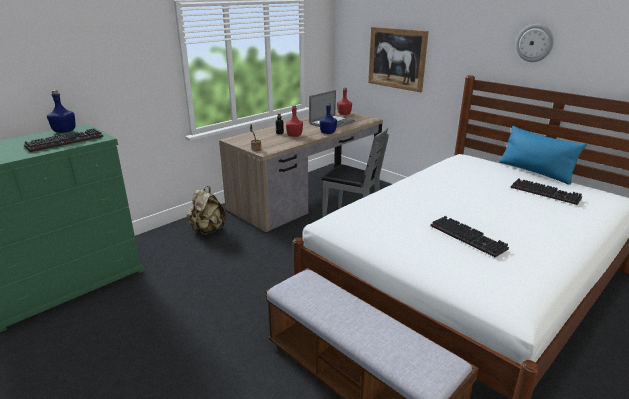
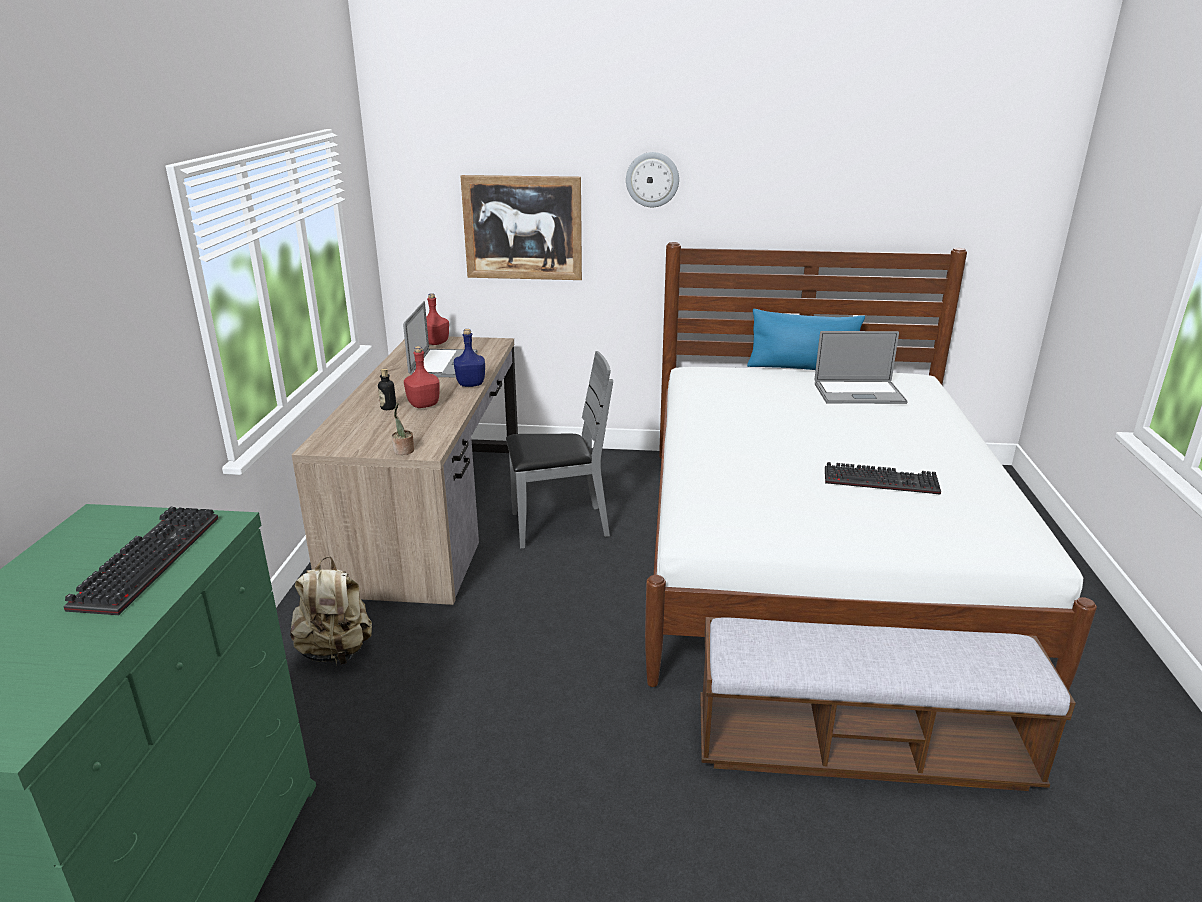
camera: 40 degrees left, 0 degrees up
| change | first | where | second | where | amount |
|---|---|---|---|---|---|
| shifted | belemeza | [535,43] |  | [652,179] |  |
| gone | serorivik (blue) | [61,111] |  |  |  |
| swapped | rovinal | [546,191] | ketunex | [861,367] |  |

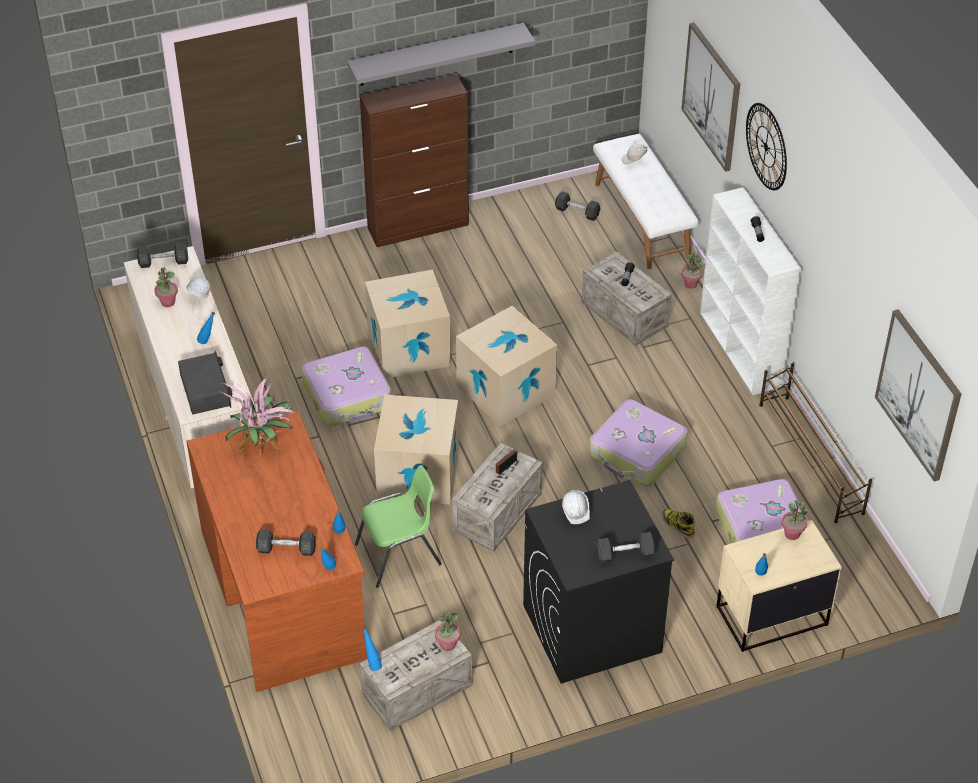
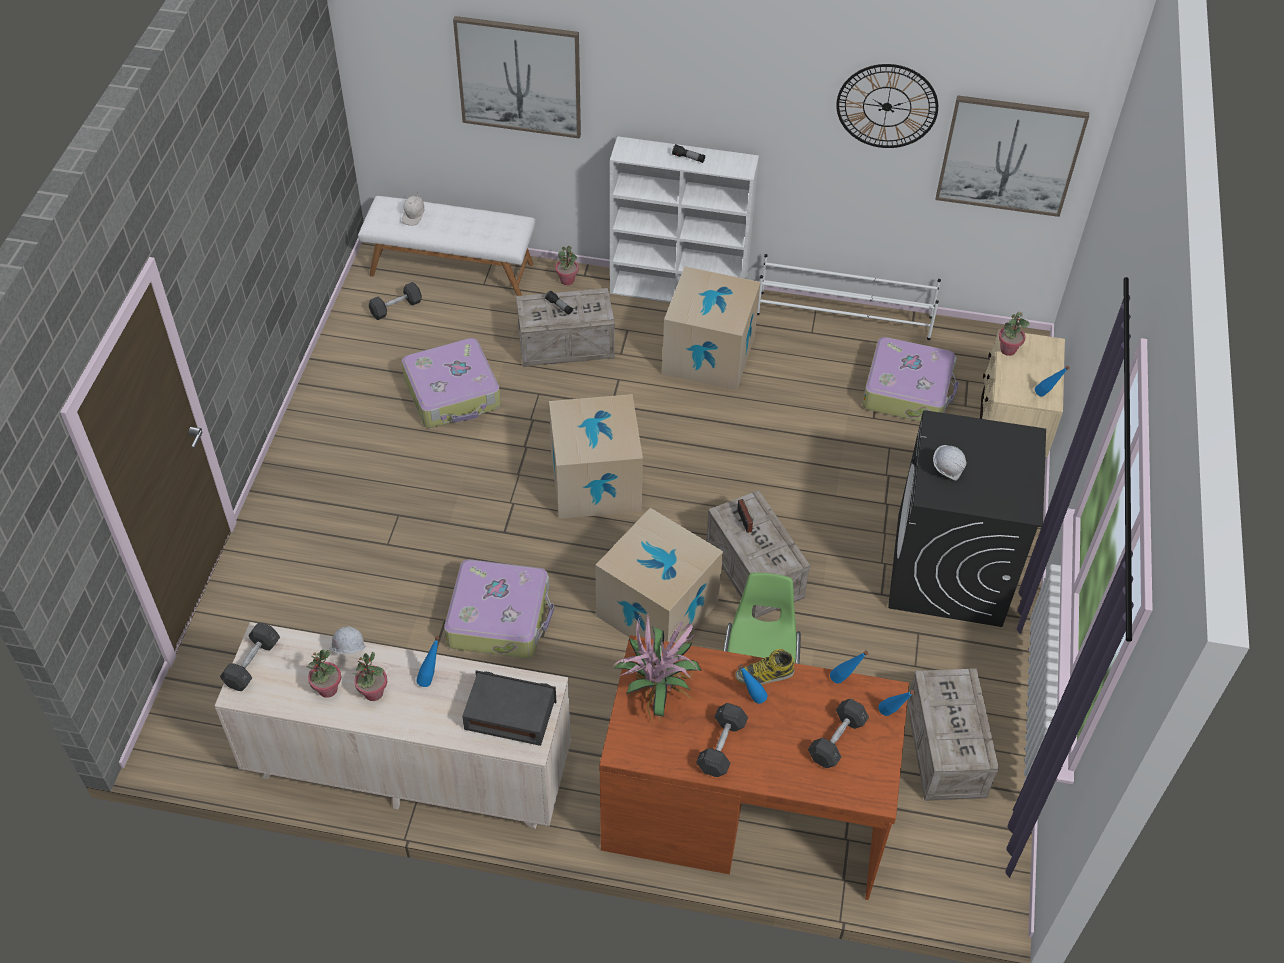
camera: 60 degrees left, 5 degrees up
| change | first | where | second | where | amount |
|---|---|---|---|---|---|
| gone | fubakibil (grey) | [441,54] |  |  |  |
| gone | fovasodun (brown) | [414,160] |  |  |  |
| shifted | belemeza | [766,146] |  | [887,106] |  |
| shifted | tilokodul | [408,323] |  | [711,328] |  |
| repainted | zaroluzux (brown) | [815,443] | zaroluzux (white) | [849,297] |  |
| shifted | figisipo | [638,443] |  | [451,383] |  |
| shifted | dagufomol | [678,523] |  | [764,667] |  |
| shifted | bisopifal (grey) | [625,547] |  | [722,740] |  |
| shifted | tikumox | [448,631] |  | [369,676] |  |
| shifted | serorivik (blue) | [372,648] |  | [752,684] |  |

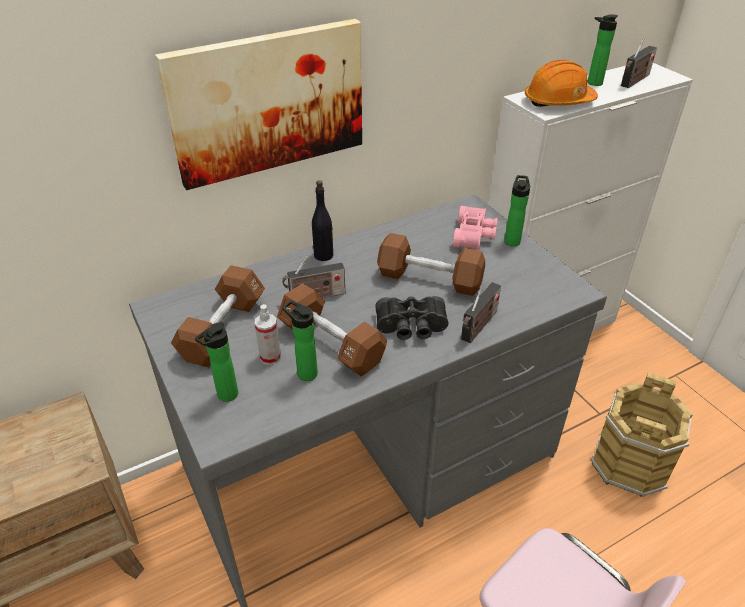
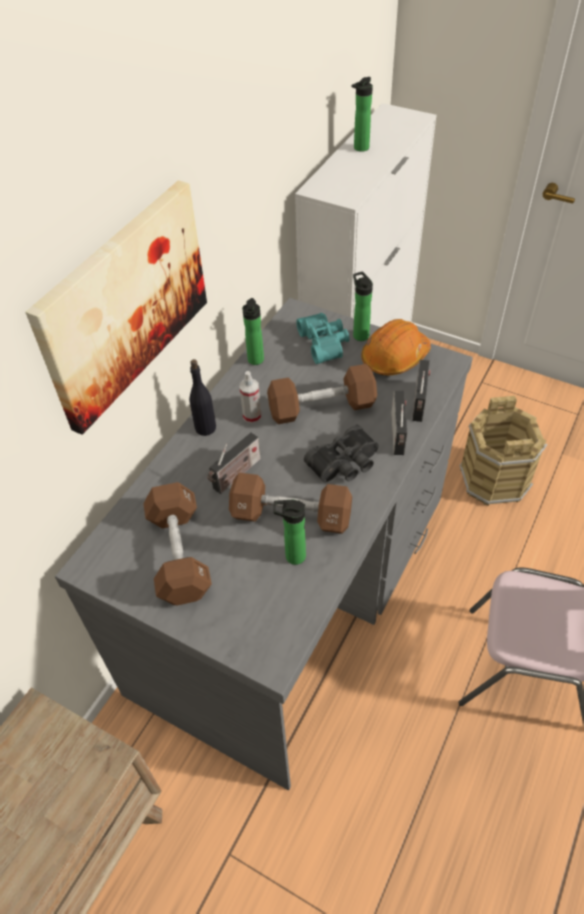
camera: 30 degrees left, 10 degrees up
| change | first | where | second | where | amount |
|---|---|---|---|---|---|
| shifted | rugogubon | [639,63] |  | [421,391] |  |
| shifted | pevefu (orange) | [561,83] |  | [396,347] |  |
| repainted | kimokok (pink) | [475,228] | kimokok (turquoise) | [322,338] |  |
| shifted | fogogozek | [268,334] |  | [250,397] |  |
| shifted | serorivik | [216,362] |  | [253,331] |  |

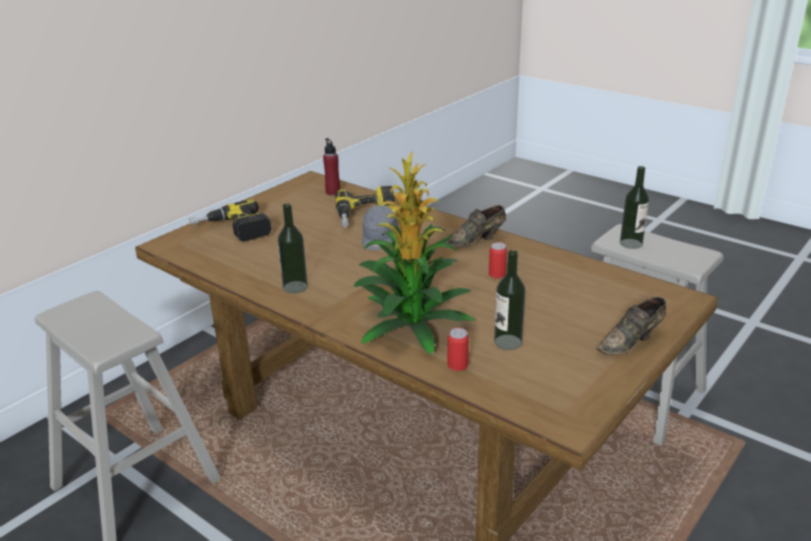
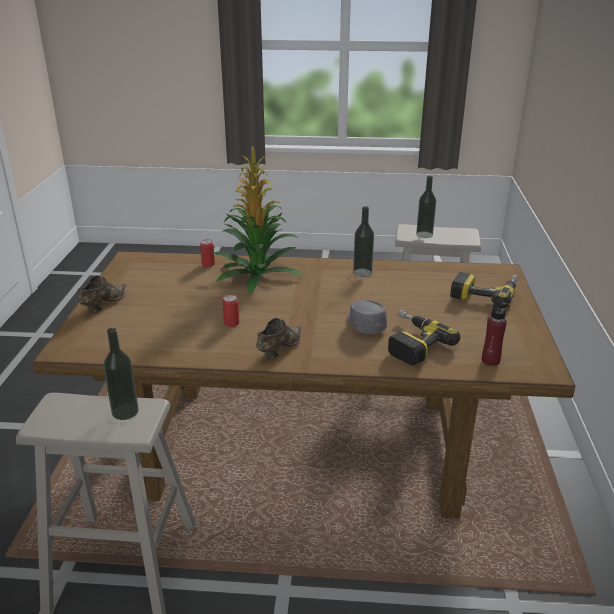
camera: 145 degrees right, 0 degrees up
| change | first | where | second | where | amount |
|---|---|---|---|---|---|
| shifted | serorivik | [510,300] |  | [426,207] |  |

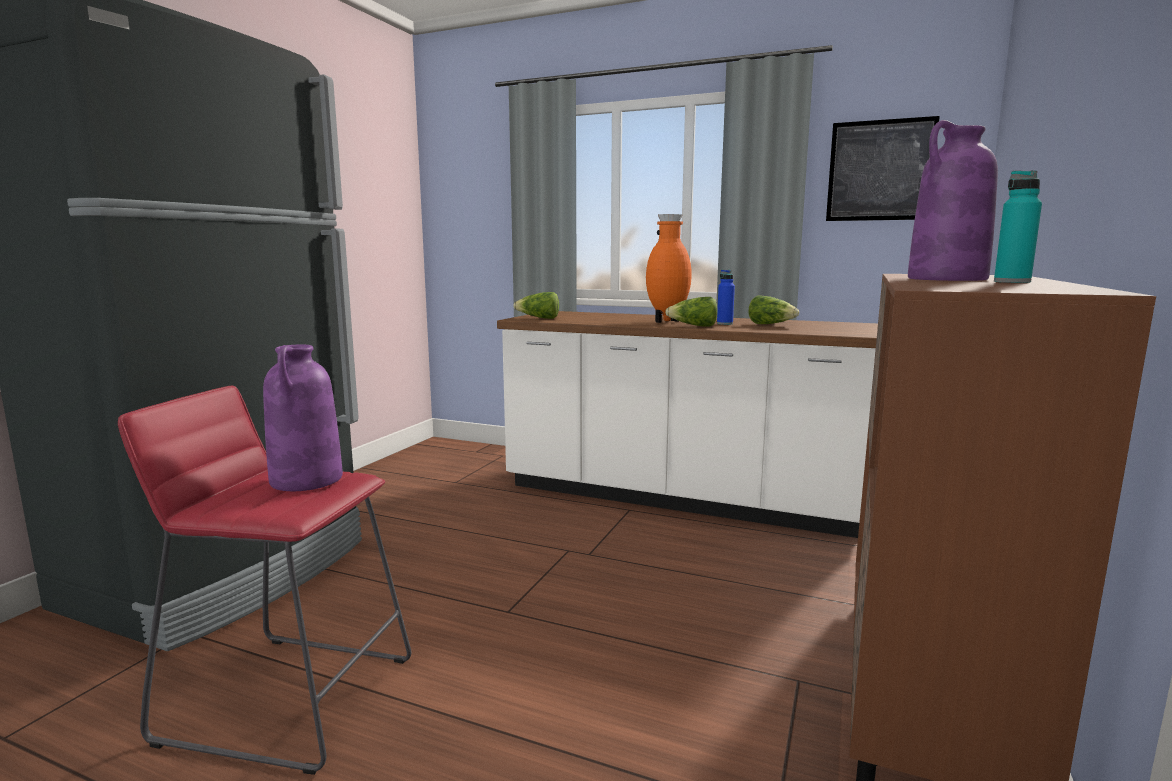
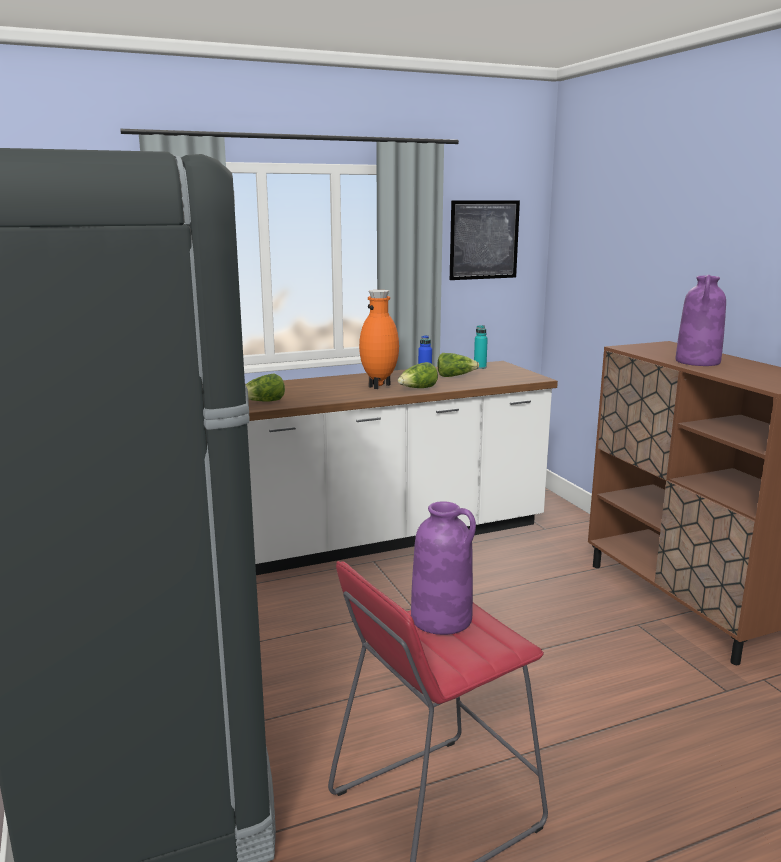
camera: 45 degrees left, 5 degrees up
| change | first | where | second | where | amount |
|---|---|---|---|---|---|
| shifted | serorivik (turquoise) | [1018,226] |  | [481,347] |  |

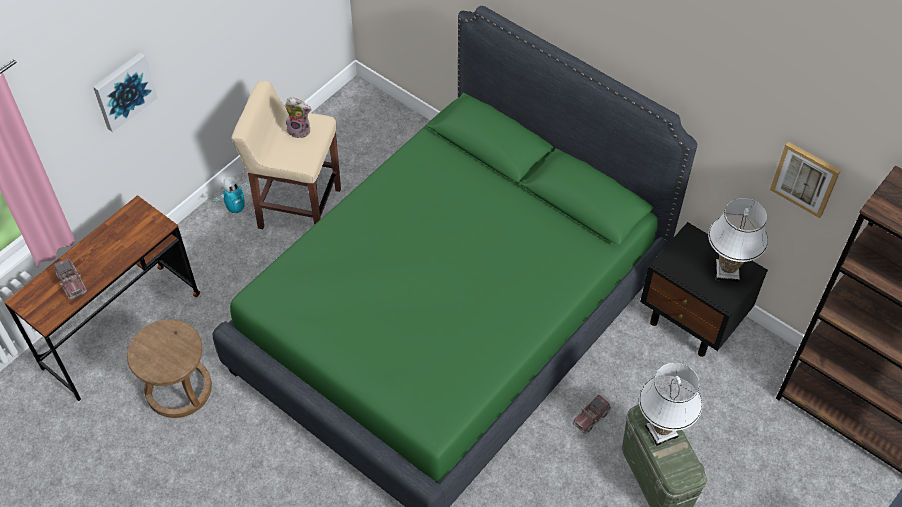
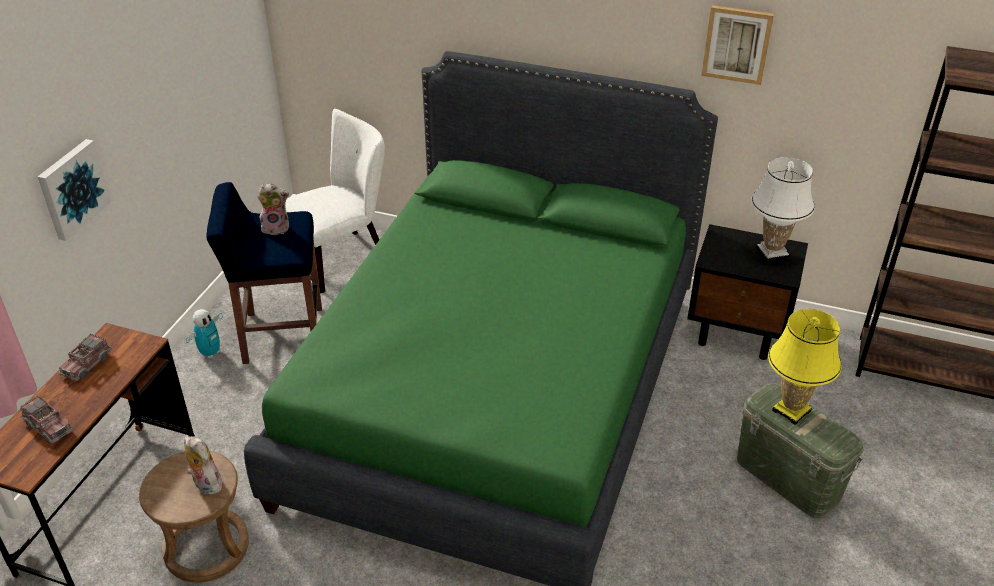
camera: 20 degrees left, 15 degrees down
| change | first | where | second | where | amount |
|---|---|---|---|---|---|
| repainted | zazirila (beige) | [286,155] | zazirila (blue) | [264,273] |  |
| shifted | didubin | [805,180] |  | [737,45] |  |
| repainted | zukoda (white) | [670,404] | zukoda (yellow) | [805,367] |  |
| shifted | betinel | [592,414] |  | [85,357] |  |
| new |  |  | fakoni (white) | [335,201] |  |
| new |  |  | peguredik | [203,465] |  |

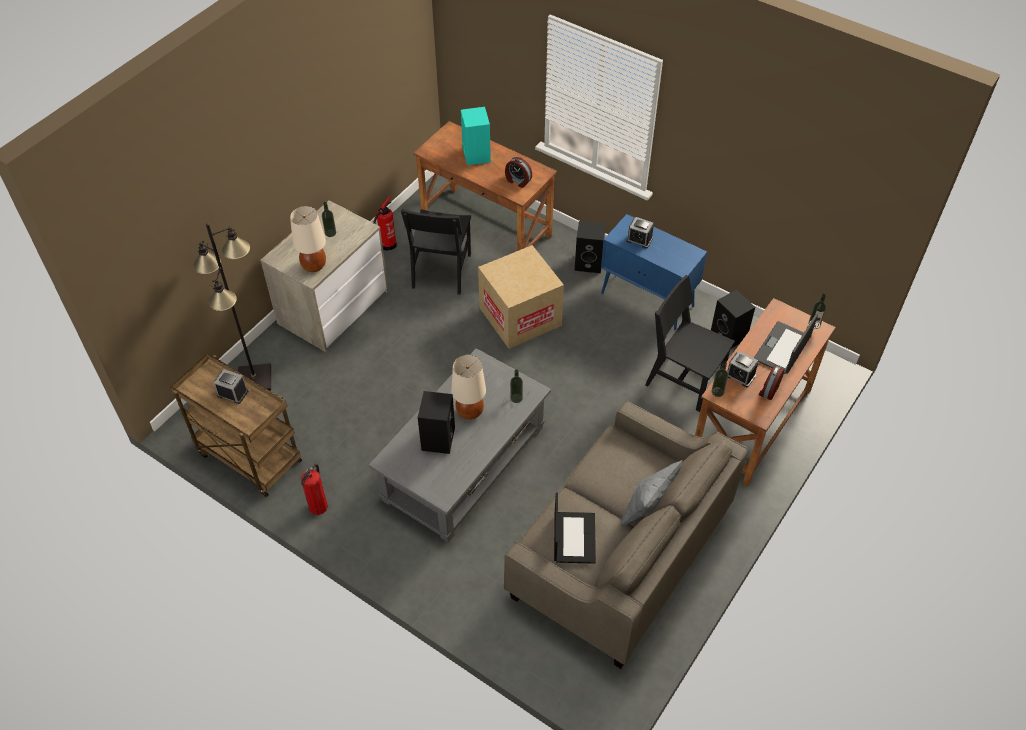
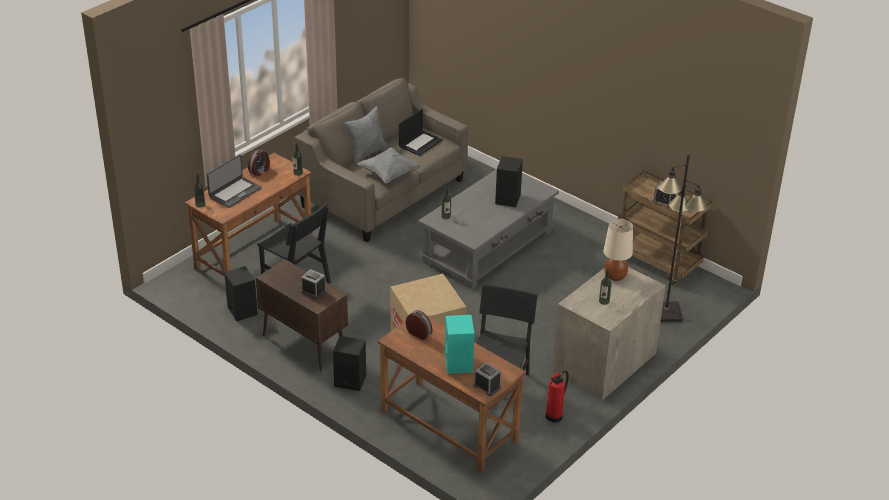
camera: 175 degrees left, 15 degrees down
| change | first | where | second | where | amount |
|---|---|---|---|---|---|
| repainted | fovasodun (blue) | [654,272] | fovasodun (brown) | [302,315] |  |
| shifted | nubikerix | [742,369] |  | [487,379] |  |
| gone | zukoda (beige) | [468,387] |  |  |  |
| gone | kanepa | [314,489] |  |  |  |
| rotated | ketunex | [575,528] |  | [421,132] | 150 degrees counterclockwise |
| new |  |  | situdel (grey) | [389,165] |  |

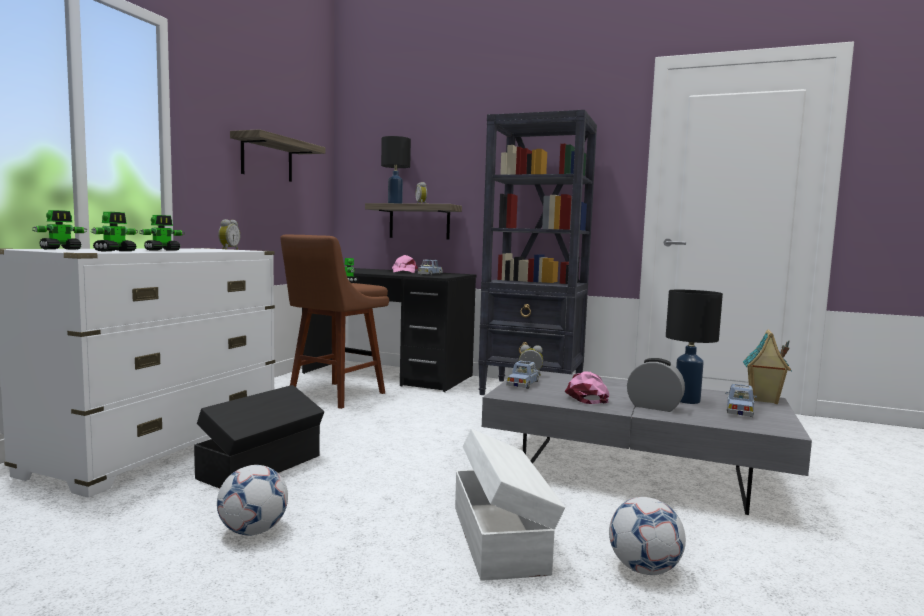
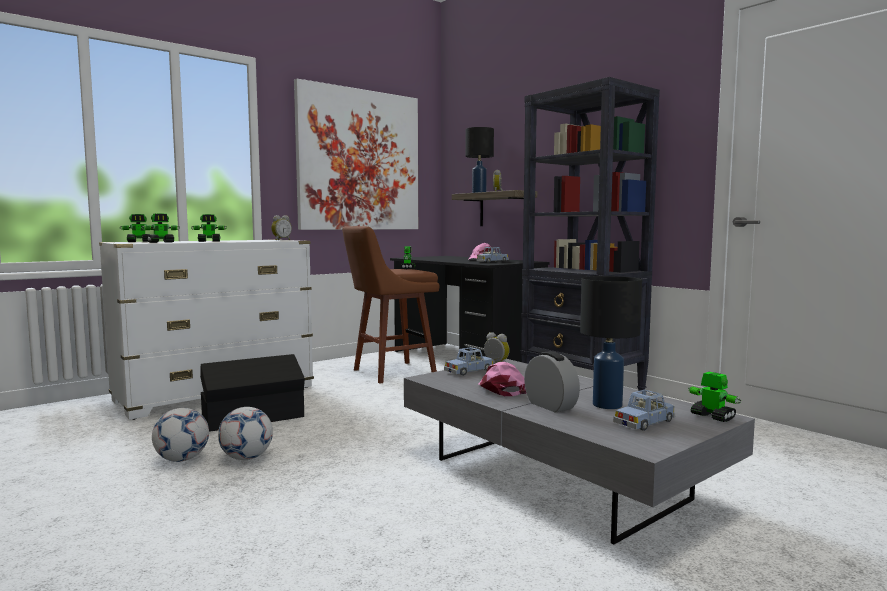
camera: 30 degrees right, 0 degrees up
| change | first | where | second | where | amount |
|---|---|---|---|---|---|
| swapped | fubakibil | [277,155] | didubin | [356,154] |  |
| swapped | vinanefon | [767,366] | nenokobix | [714,397] |  |
| rotated | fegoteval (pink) | [587,388] |  | [502,379] | 45 degrees counterclockwise |
| gone | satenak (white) | [510,504] |  |  |  |
| shifted | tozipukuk | [647,536] |  | [245,433] |  |

